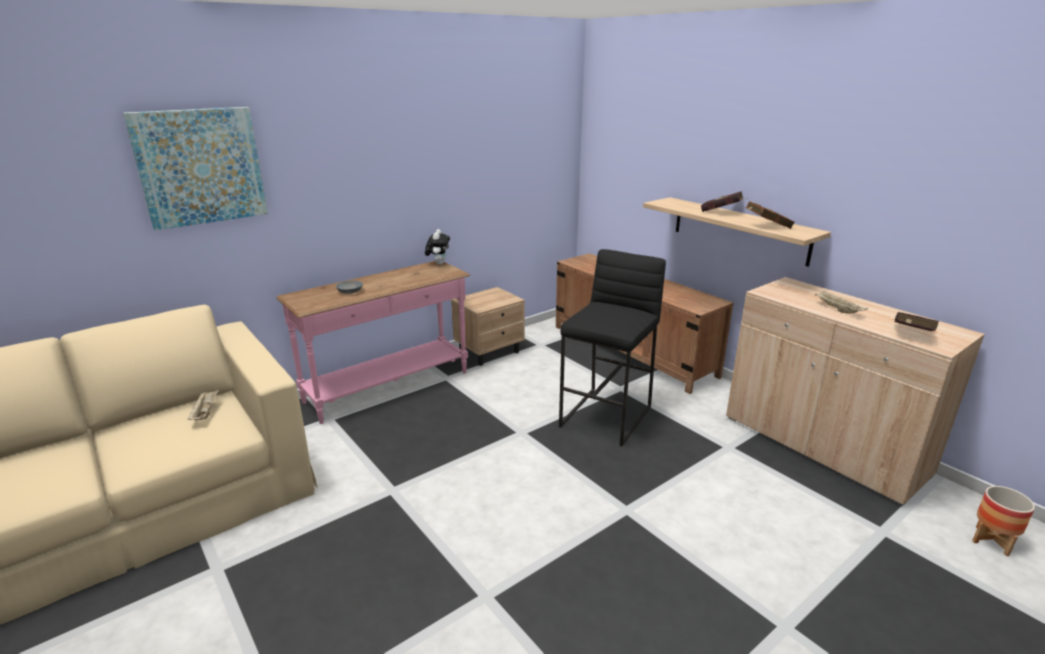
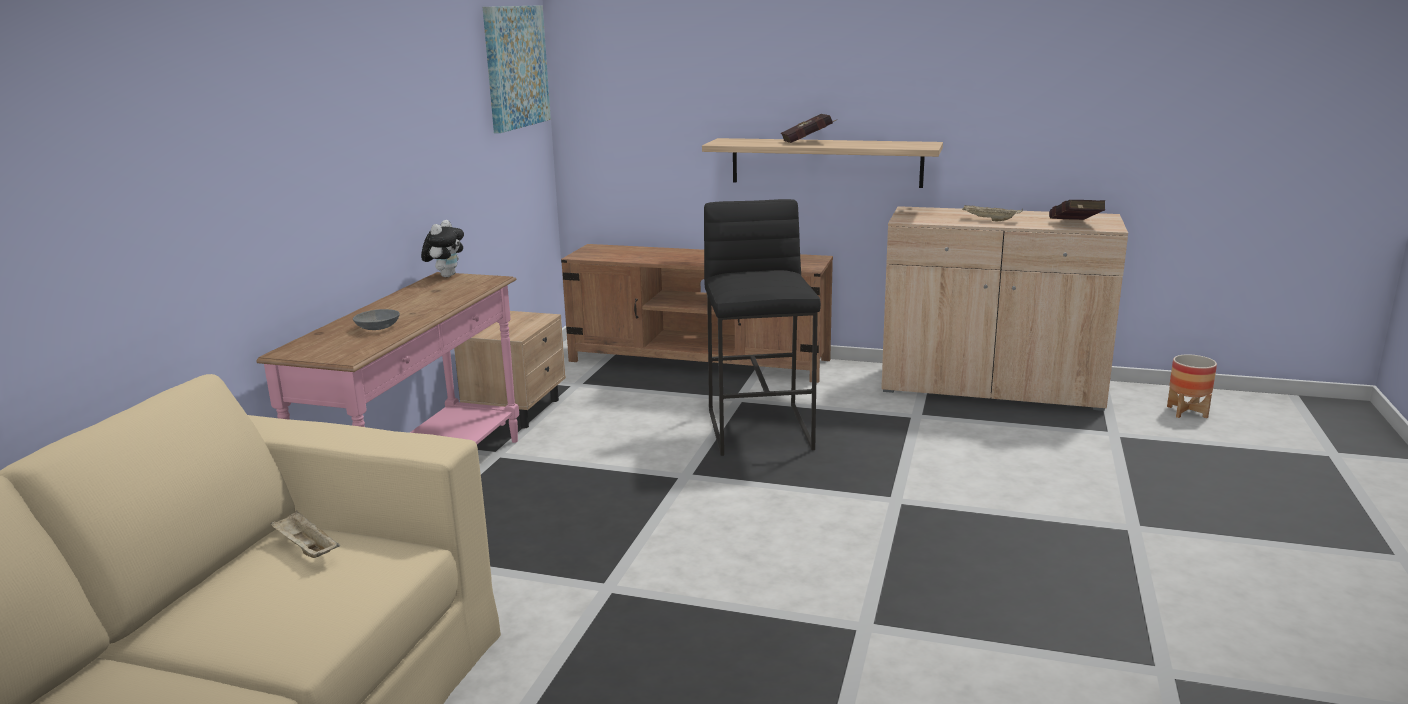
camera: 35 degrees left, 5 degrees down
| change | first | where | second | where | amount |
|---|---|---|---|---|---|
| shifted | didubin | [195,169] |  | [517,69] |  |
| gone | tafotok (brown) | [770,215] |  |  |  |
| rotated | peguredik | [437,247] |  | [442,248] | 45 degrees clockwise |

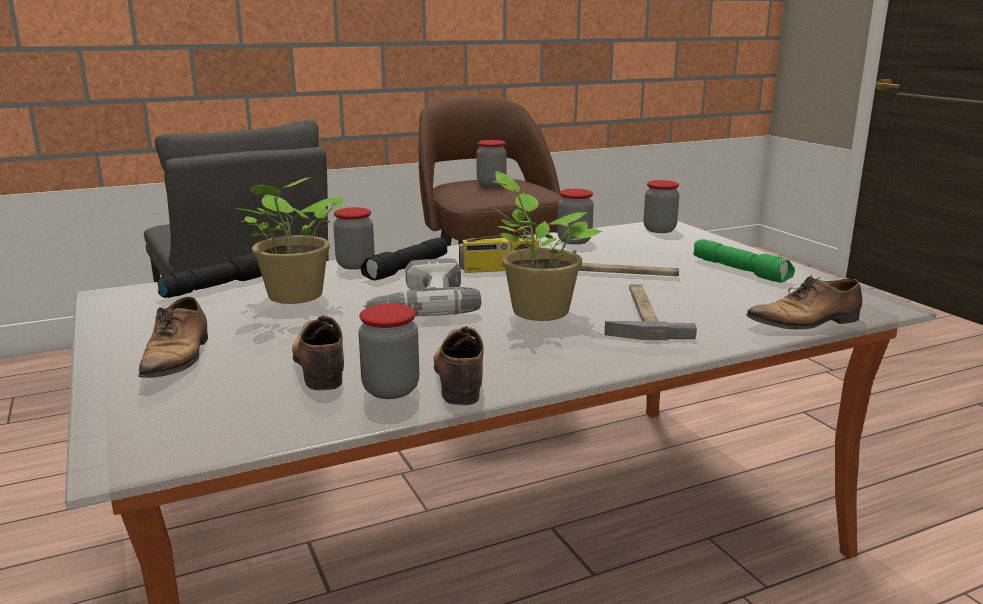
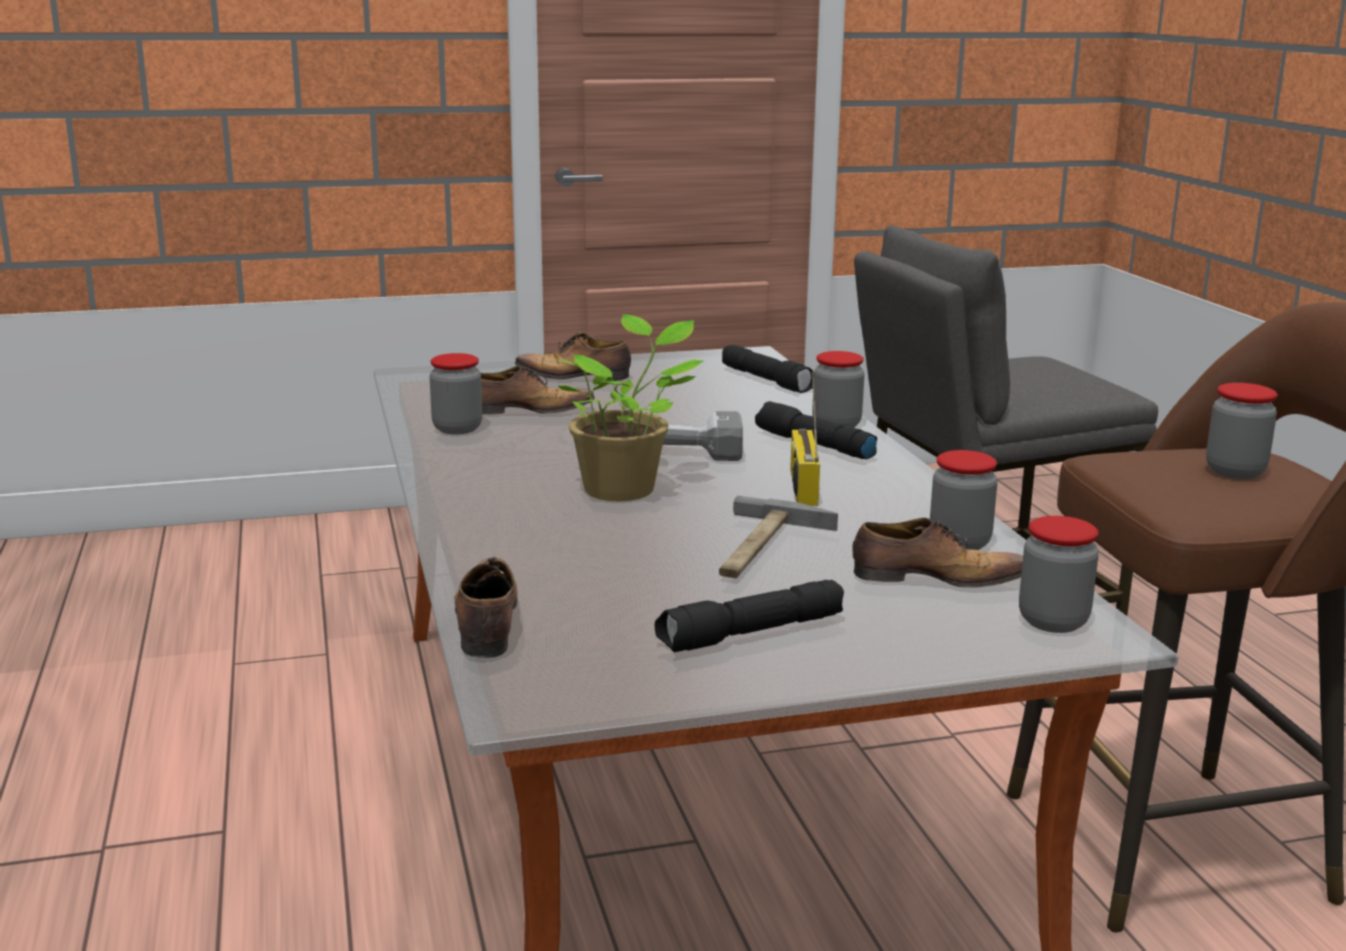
camera: 100 degrees right, 0 degrees up
| change | first | where | second | where | amount |
|---|---|---|---|---|---|
| gone | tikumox | [289,240] |  |  |  |
| repainted | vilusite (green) | [744,261] | vilusite (black) | [749,616] |  |
| gone | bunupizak | [650,312] |  |  |  |
| shifted | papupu | [459,365] |  | [937,553] |  |

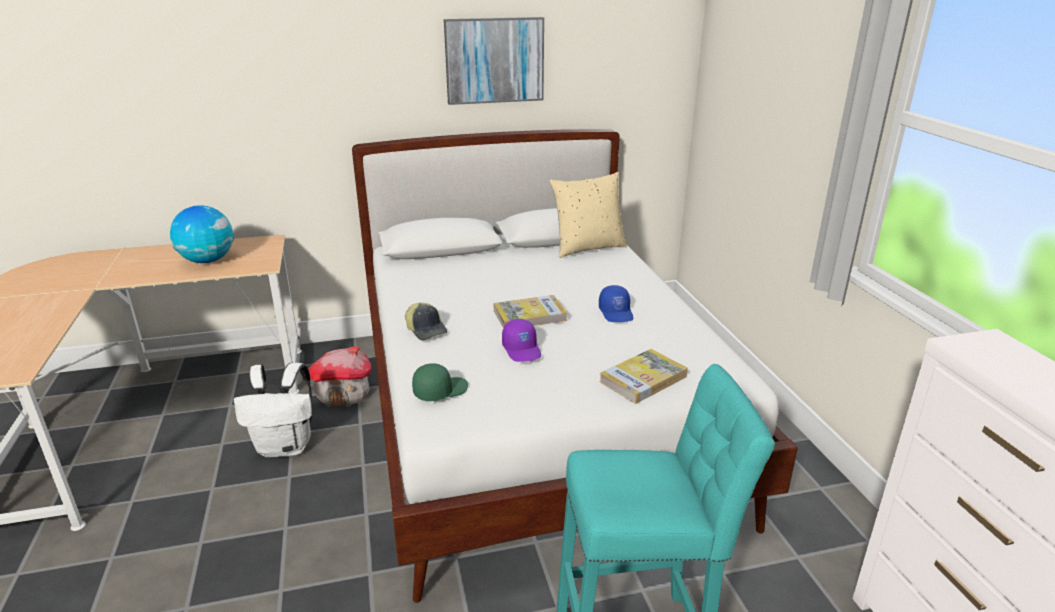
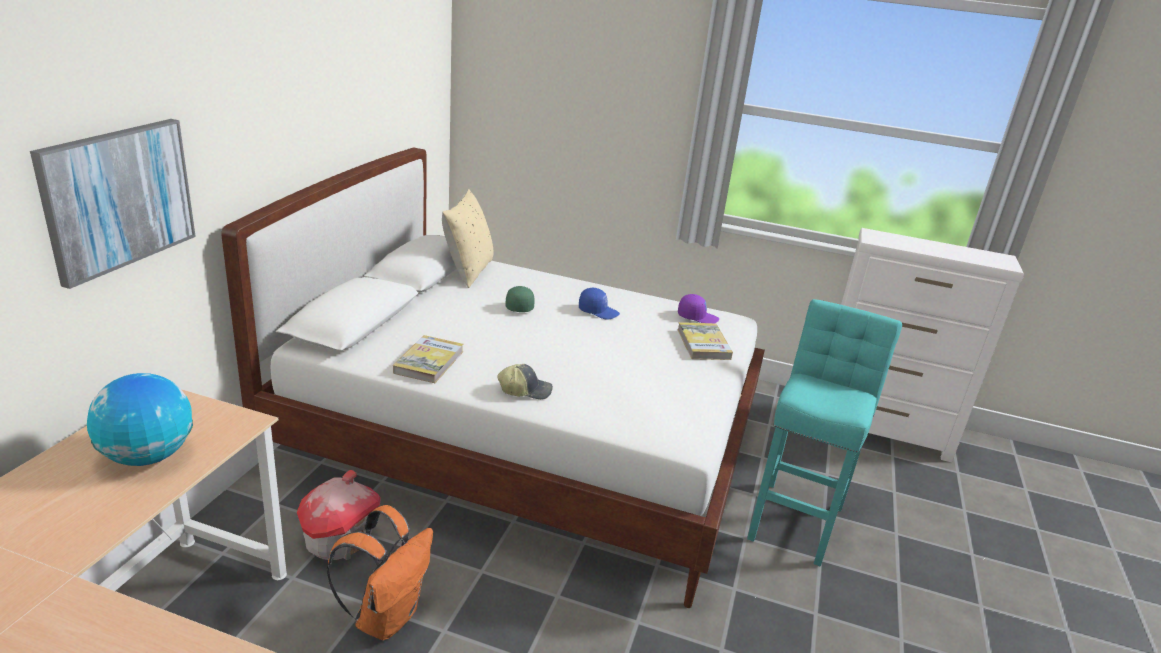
camera: 60 degrees left, 0 degrees up
| change | first | where | second | where | amount |
|---|---|---|---|---|---|
| shifted | didubin | [494,61] |  | [113,204] |  |
| shifted | tafotok | [530,311] |  | [428,359] |  |
| shifted | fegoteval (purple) | [521,340] |  | [698,308] |  |
| repainted | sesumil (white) | [273,410] | sesumil (orange) | [380,572] |  |
| shifted | fegoteval (green) | [440,382] |  | [520,299] |  |

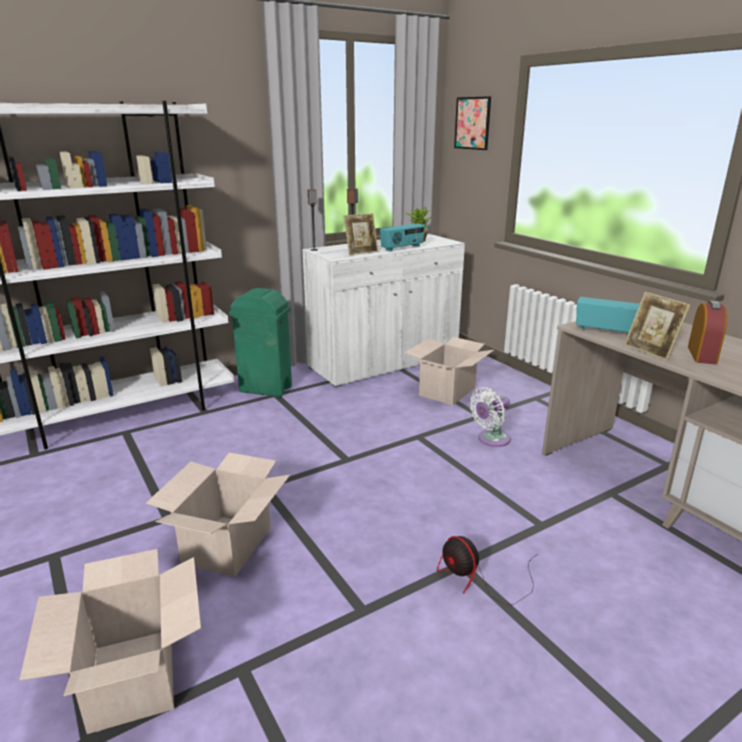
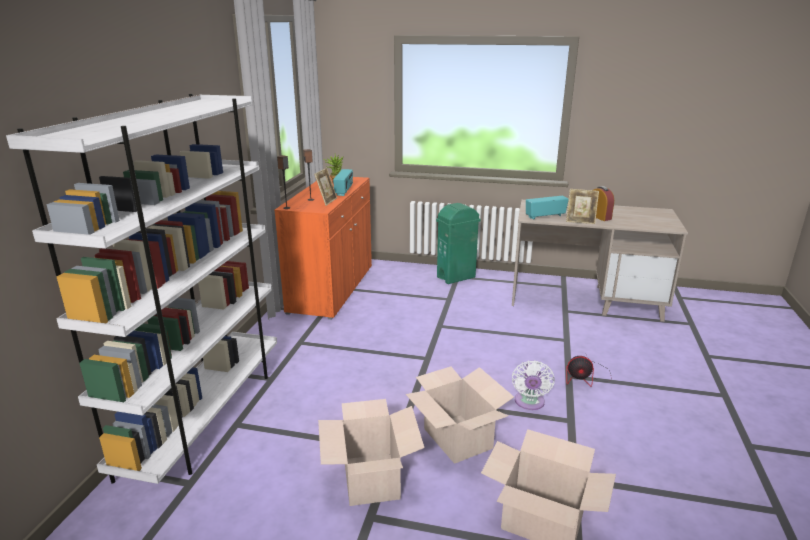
camera: 45 degrees left, 0 degrees up
| change | first | where | second | where | amount |
|---|---|---|---|---|---|
| gone | didubin | [472,123] |  |  |  |
| repainted | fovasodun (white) | [383,310] | fovasodun (orange) | [323,248] |  |
| shifted | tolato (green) | [260,342] |  | [458,243] |  |
| shifted | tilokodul | [449,371] |  | [371,452] |  |
| shifted | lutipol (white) | [490,417] |  | [533,385] |  |

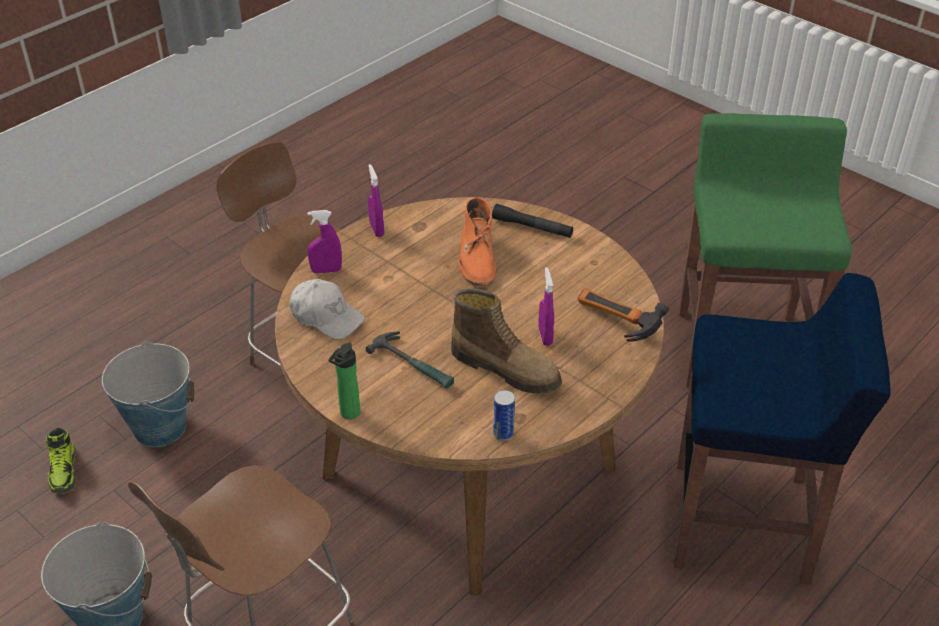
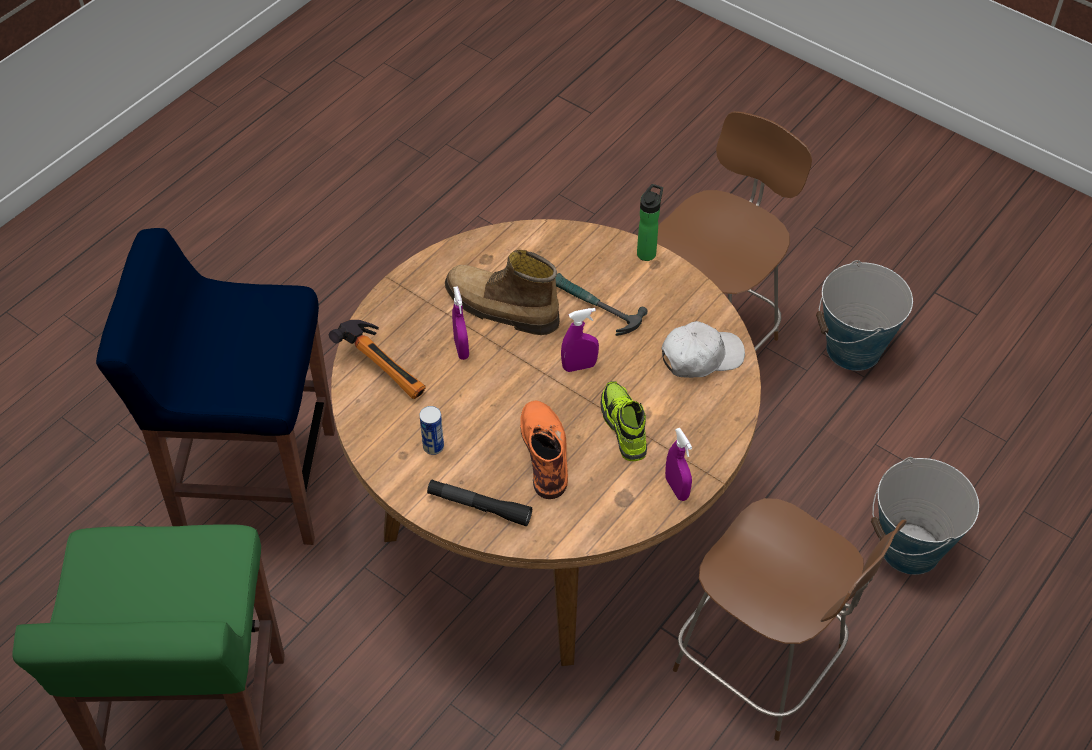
camera: 175 degrees right, 10 degrees up
| change | first | where | second | where | amount |
|---|---|---|---|---|---|
| shifted | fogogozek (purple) | [324,242] |  | [580,340] |  |
| rotated | fegoteval (white) | [327,309] |  | [703,349] | 135 degrees clockwise |
| shifted | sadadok | [504,415] |  | [431,430] |  |
| shifted | papupu | [61,461] |  | [623,421] |  |

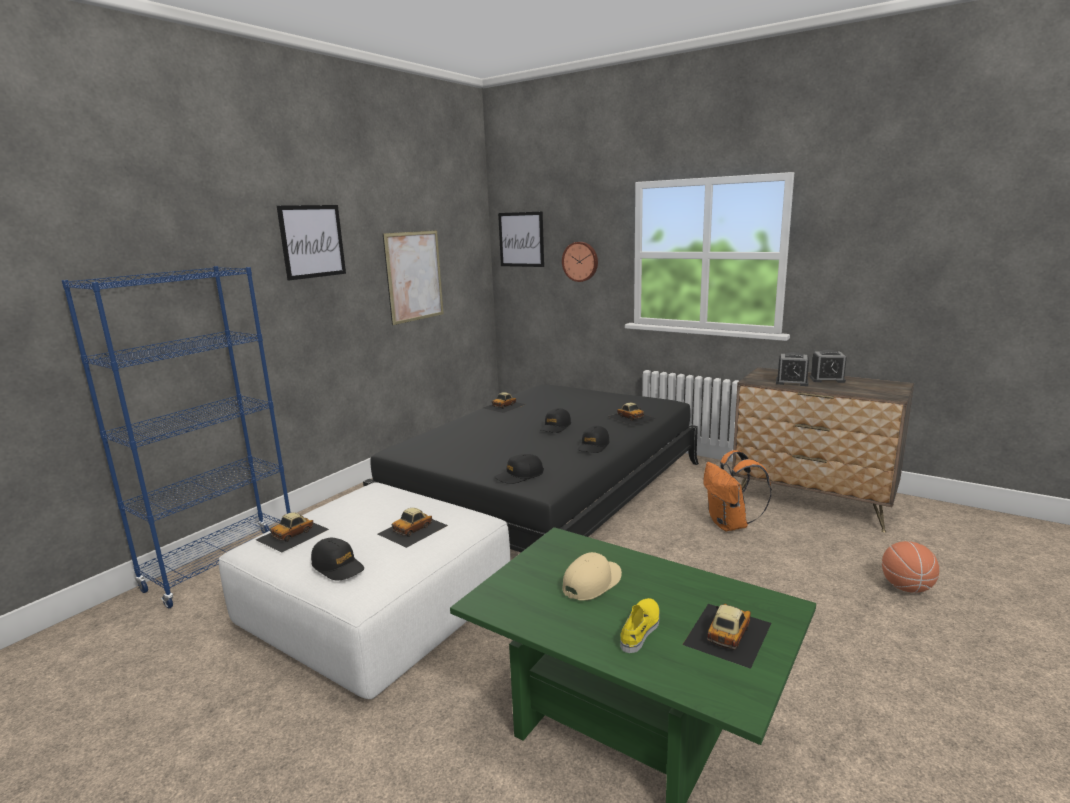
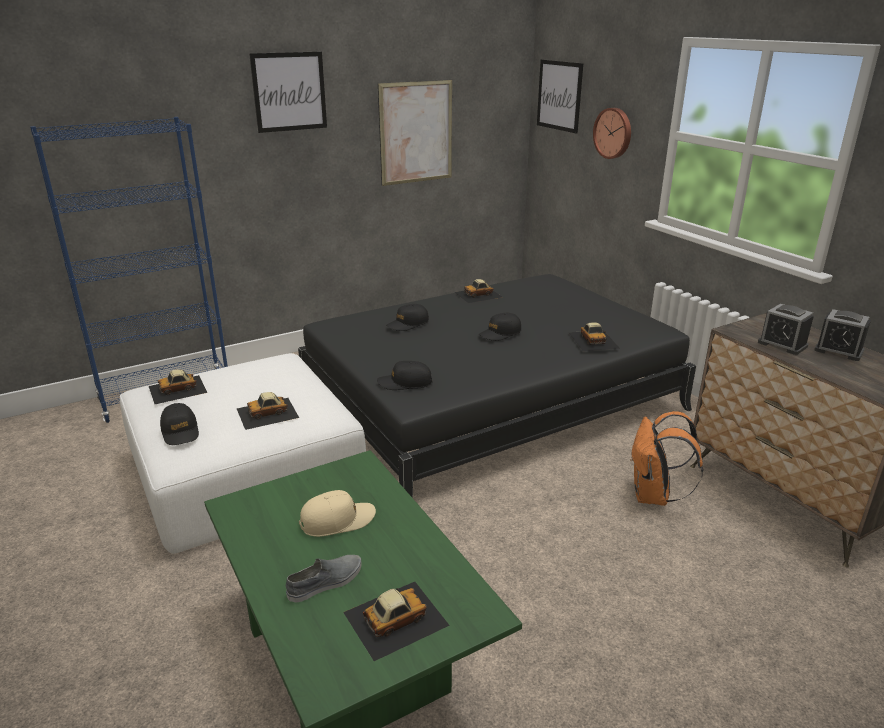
camera: 25 degrees right, 10 degrees up
| change | first | where | second | where | amount |
|---|---|---|---|---|---|
| shifted | fegoteval (black) | [594,439] |  | [407,317] |  |
| gone | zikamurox | [910,567] |  |  |  |
| repainted | papupu (yellow) | [640,625] | papupu (grey) | [324,579] |  |

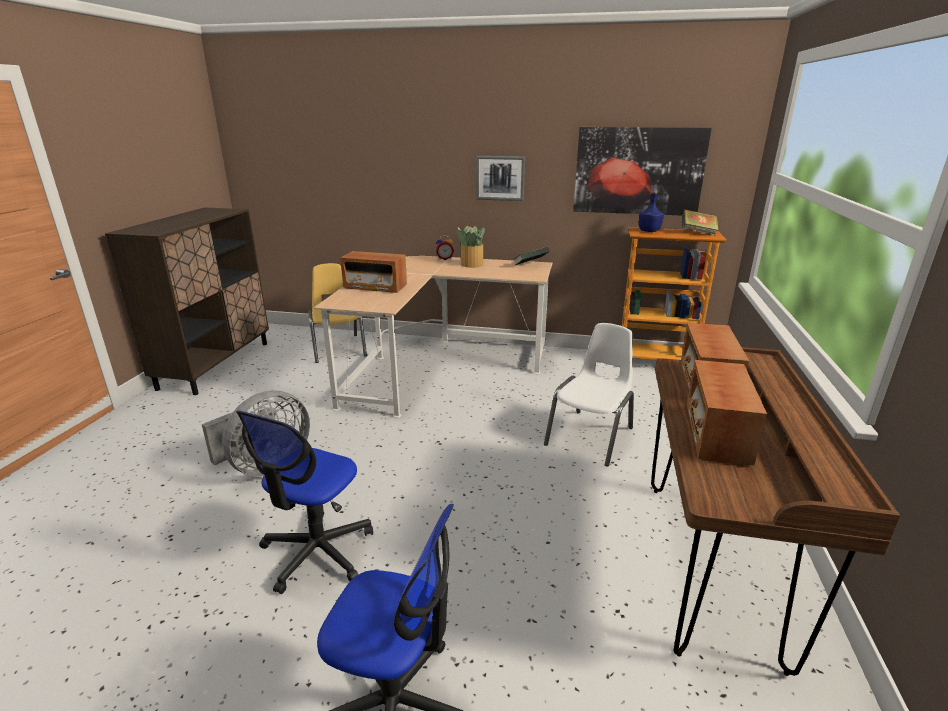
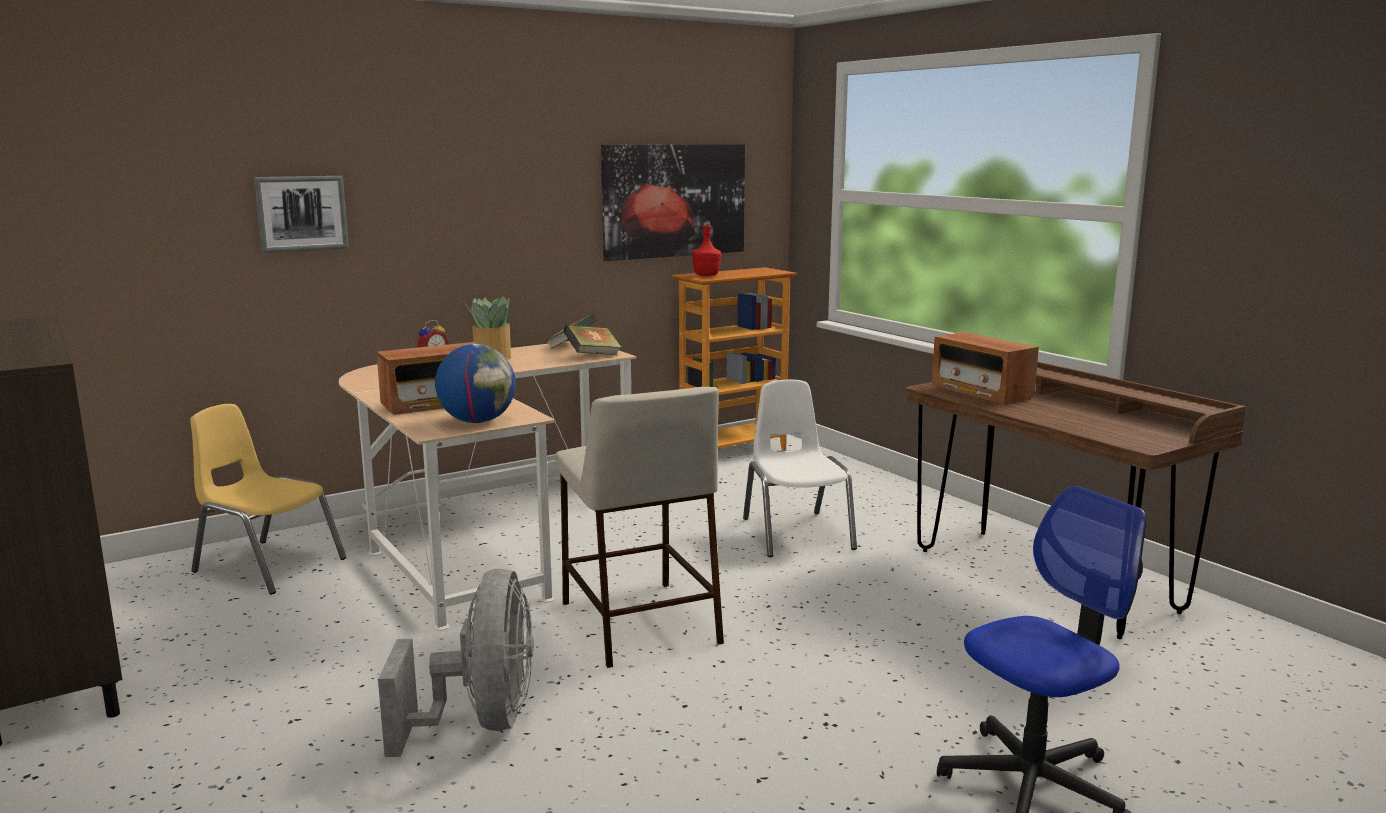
camera: 45 degrees left, 10 degrees down
| change | first | where | second | where | amount |
|---|---|---|---|---|---|
| shifted | didubin | [500,178] |  | [301,214] |  |
| repainted | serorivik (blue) | [651,211] | serorivik (red) | [706,248] |  |
| shifted | tafotok | [700,222] |  | [592,340] |  |
| gone | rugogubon | [727,413] |  |  |  |
| gone | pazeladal | [304,502] |  |  |  |
| new |  |  | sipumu | [475,383] |  |
| new |  |  | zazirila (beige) | [639,527] |  |

